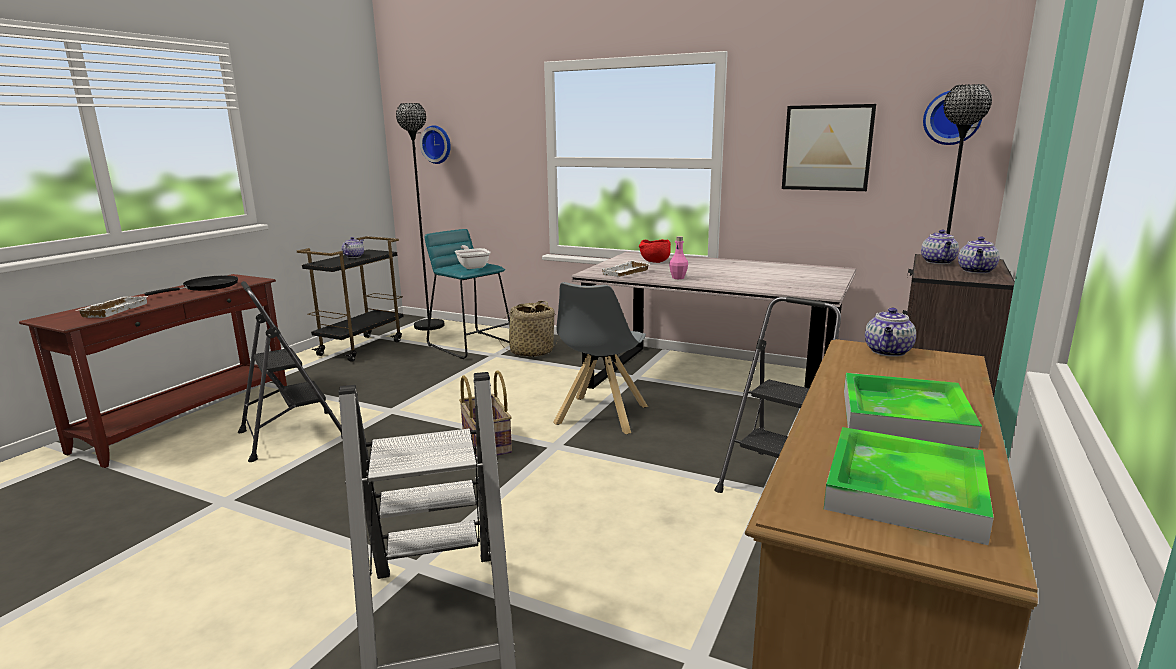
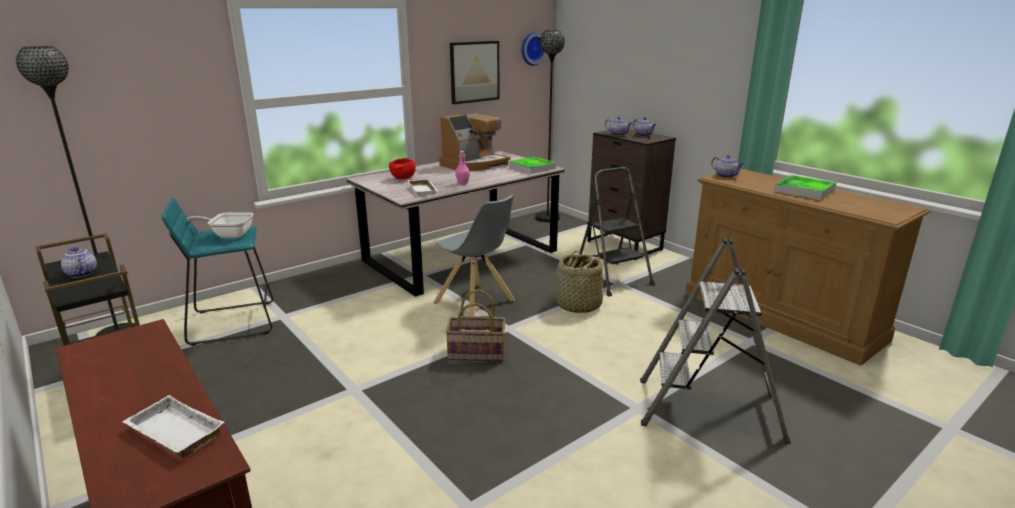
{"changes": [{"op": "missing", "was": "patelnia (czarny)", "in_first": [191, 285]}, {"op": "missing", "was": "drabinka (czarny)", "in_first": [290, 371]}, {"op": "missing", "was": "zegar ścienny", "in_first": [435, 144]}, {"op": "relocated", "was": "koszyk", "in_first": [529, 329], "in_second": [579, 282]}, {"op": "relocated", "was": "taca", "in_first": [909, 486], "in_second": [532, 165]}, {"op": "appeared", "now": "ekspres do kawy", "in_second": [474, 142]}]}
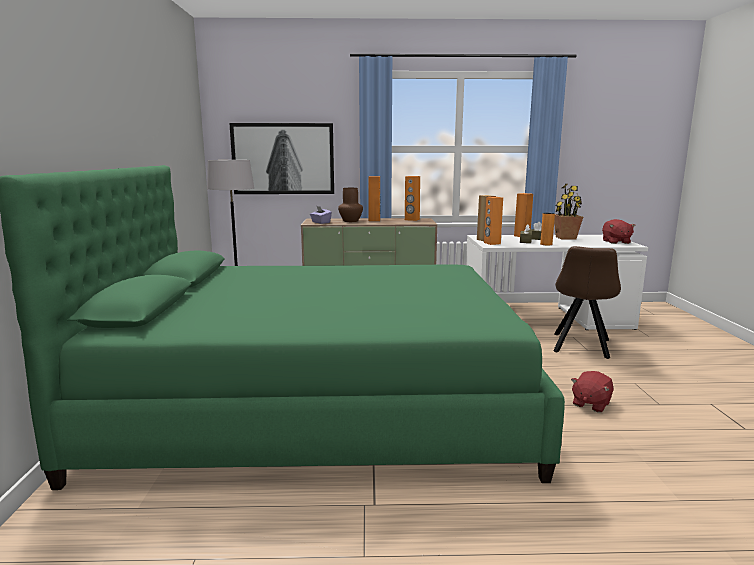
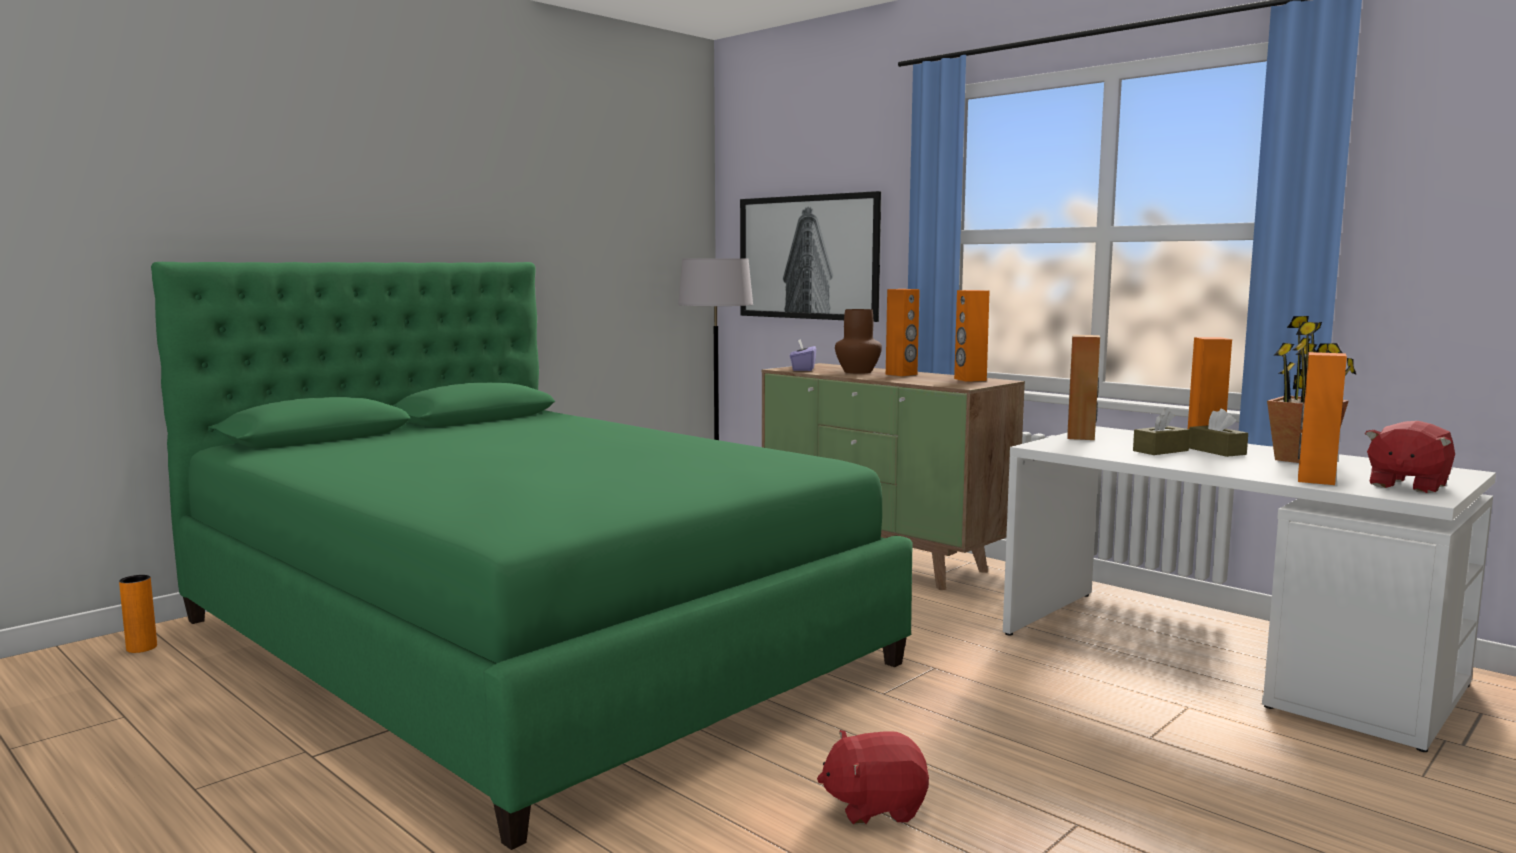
{"changes": [{"op": "relocated", "was": "głośnik (pomarańczowy)", "in_first": [493, 221], "in_second": [1322, 418]}, {"op": "relocated", "was": "wazon (pomarańczowy)", "in_first": [547, 229], "in_second": [138, 614]}, {"op": "missing", "was": "krzesło (brązowy)", "in_first": [587, 302]}]}
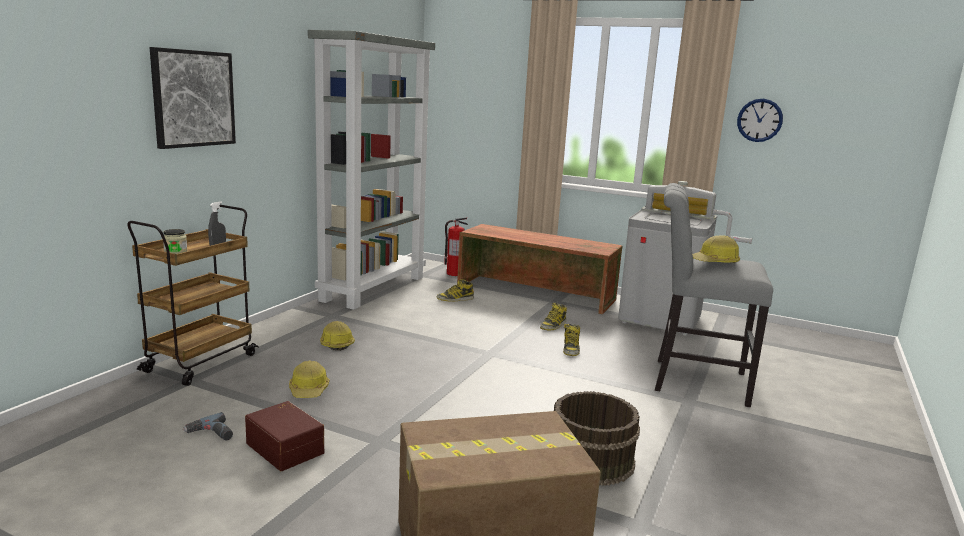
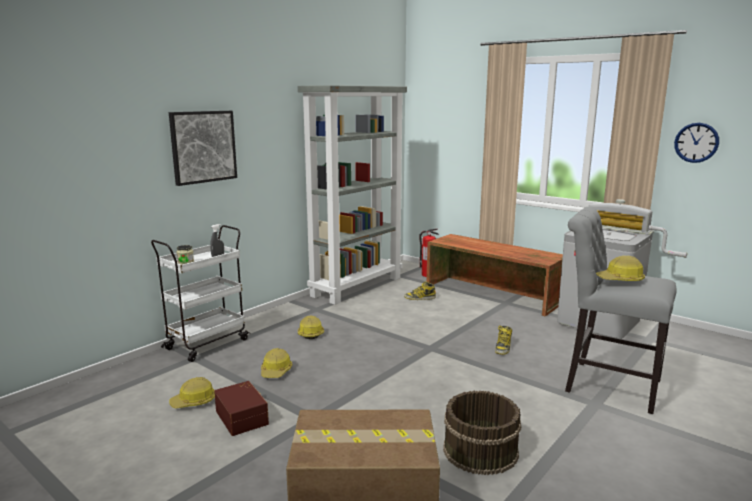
{"changes": [{"op": "colour", "was": "wózek (brązowy)", "now": "wózek (biały)", "in_first": [193, 295], "in_second": [201, 293]}, {"op": "exchanged", "was": "wiertarka", "now": "kask", "in_first": [208, 426], "in_second": [192, 392]}, {"op": "missing", "was": "but z cholewką", "in_first": [553, 317]}]}
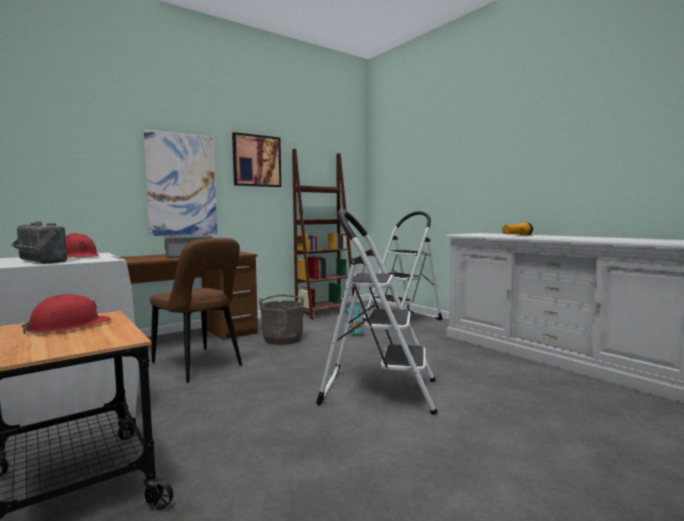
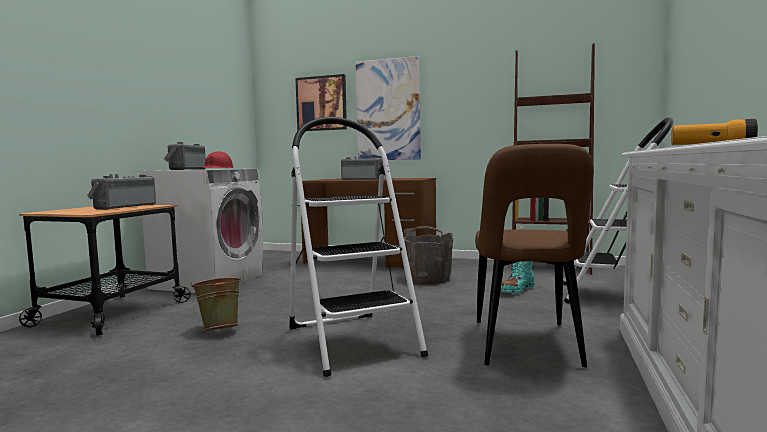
{"changes": [{"op": "exchanged", "was": "kask (czerwony)", "now": "radio", "in_first": [66, 314], "in_second": [121, 192]}, {"op": "relocated", "was": "krzesło (brązowy)", "in_first": [196, 310], "in_second": [534, 256]}, {"op": "relocated", "was": "obraz", "in_first": [256, 159], "in_second": [321, 102]}, {"op": "appeared", "now": "wiadro (zielony)", "in_second": [216, 304]}]}
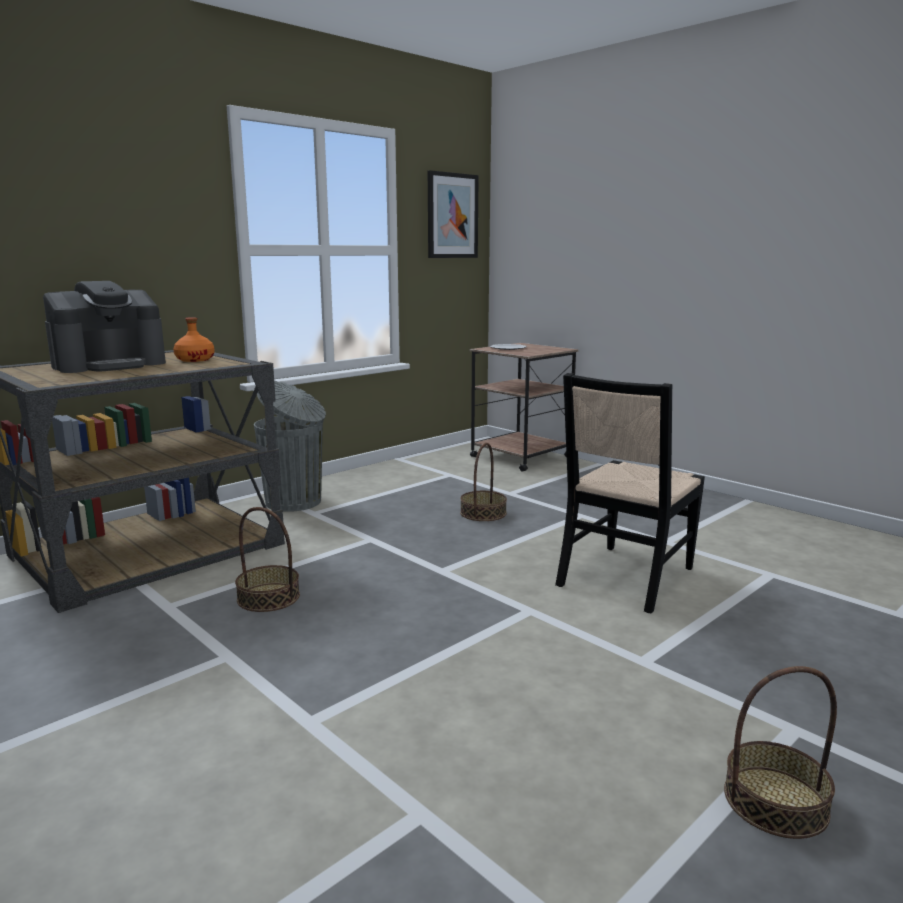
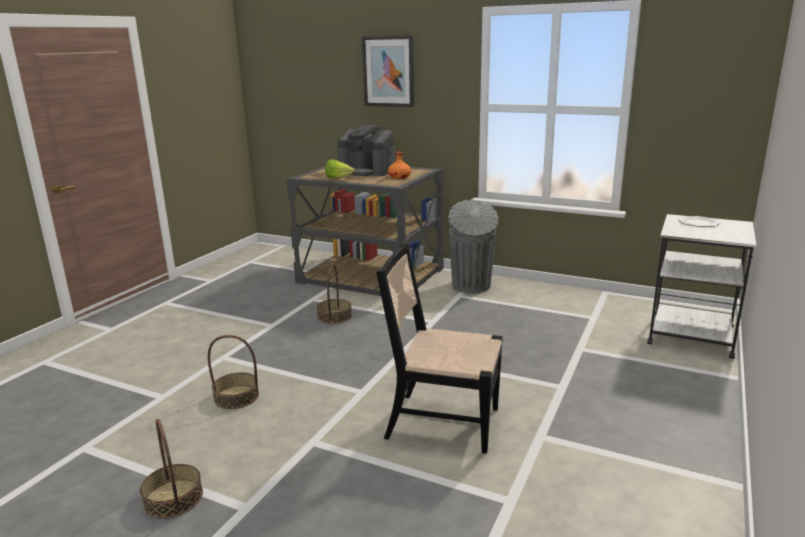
{"changes": [{"op": "relocated", "was": "obraz", "in_first": [453, 214], "in_second": [388, 71]}, {"op": "relocated", "was": "koszyk", "in_first": [483, 482], "in_second": [233, 372]}, {"op": "colour", "was": "wózek (brązowy)", "now": "wózek (biały)", "in_first": [524, 407], "in_second": [701, 286]}, {"op": "appeared", "now": "sałata", "in_second": [340, 168]}]}
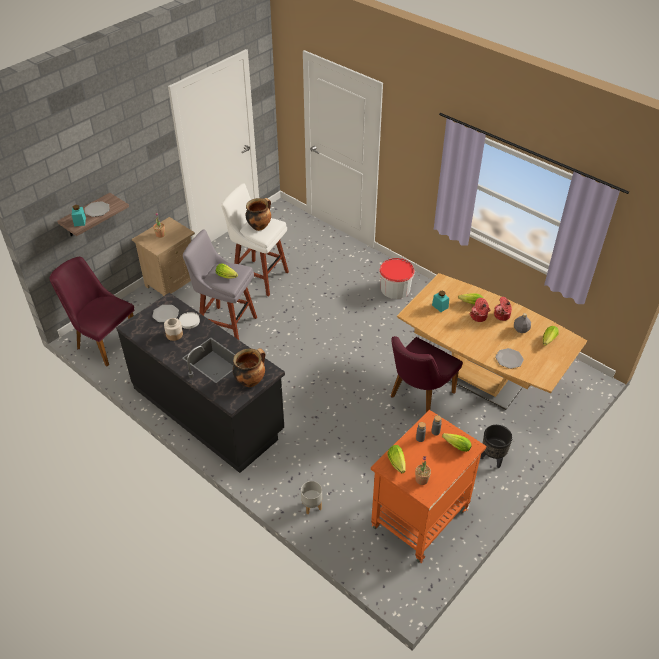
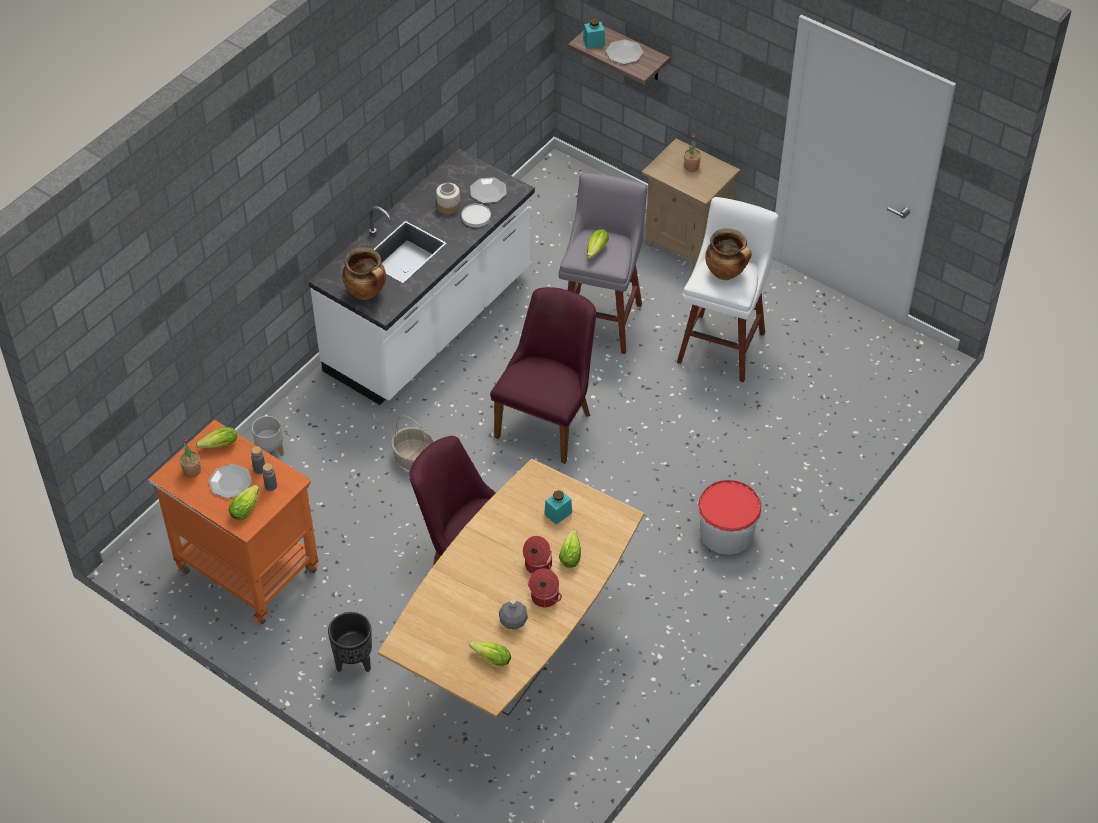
{"changes": [{"op": "relocated", "was": "krzesło (fioletowy)", "in_first": [92, 312], "in_second": [543, 375]}, {"op": "colour", "was": "zabudowa kuchenna (czarny)", "now": "zabudowa kuchenna (biały)", "in_first": [200, 383], "in_second": [421, 277]}, {"op": "relocated", "was": "talerz", "in_first": [510, 358], "in_second": [230, 481]}, {"op": "appeared", "now": "koszyk", "in_second": [413, 442]}]}
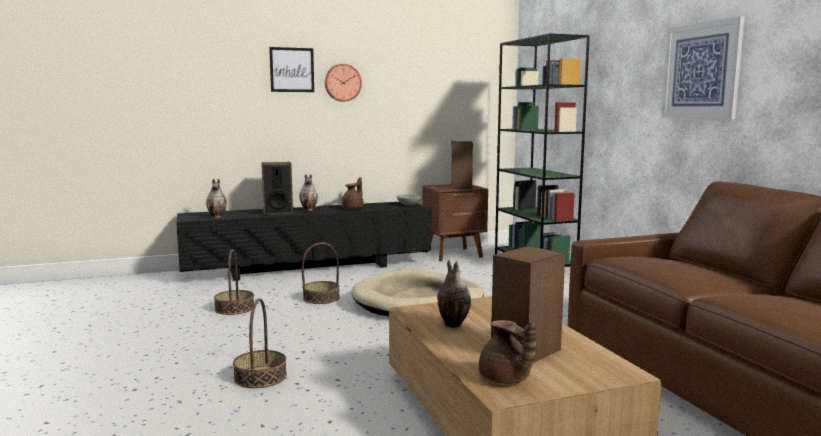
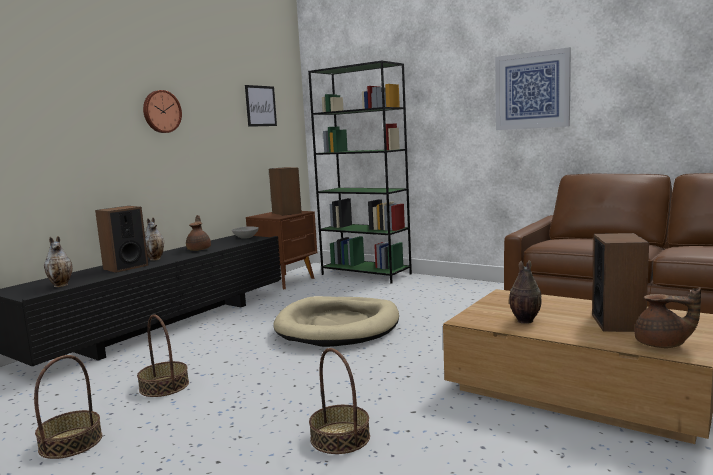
{"changes": [{"op": "relocated", "was": "obraz", "in_first": [291, 69], "in_second": [261, 106]}, {"op": "relocated", "was": "koszyk", "in_first": [321, 273], "in_second": [68, 407]}]}
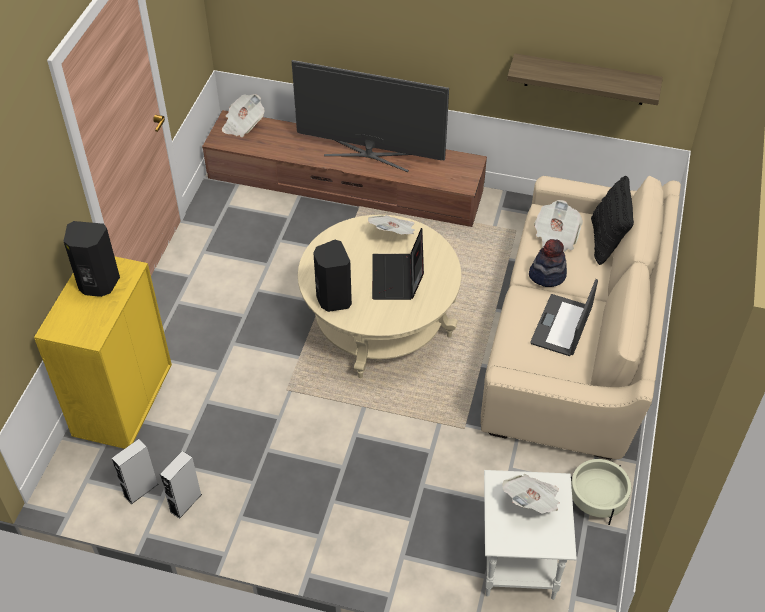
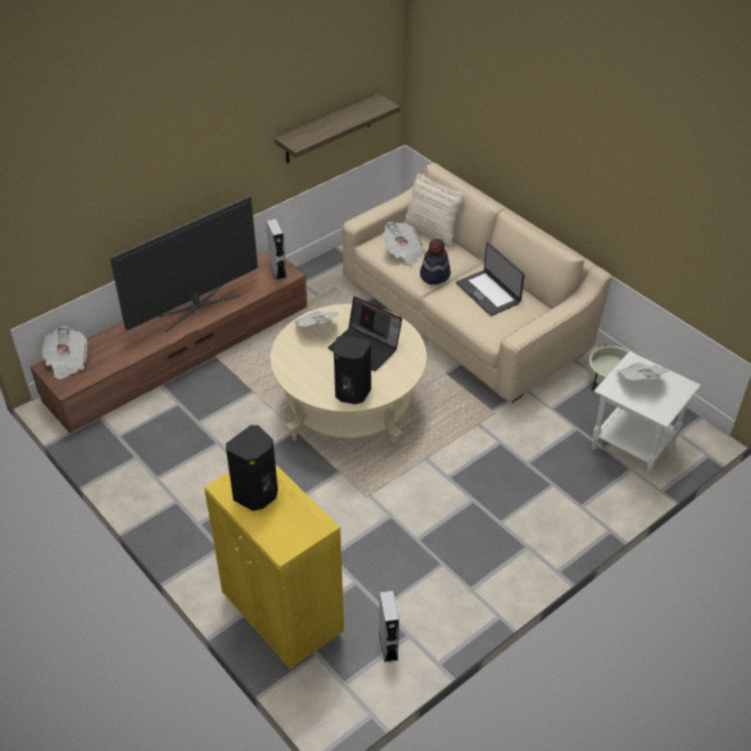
{"changes": [{"op": "relocated", "was": "głośnik (szary)", "in_first": [181, 485], "in_second": [276, 249]}, {"op": "colour", "was": "poduszka (czarny)", "now": "poduszka (beżowy)", "in_first": [612, 220], "in_second": [435, 210]}]}
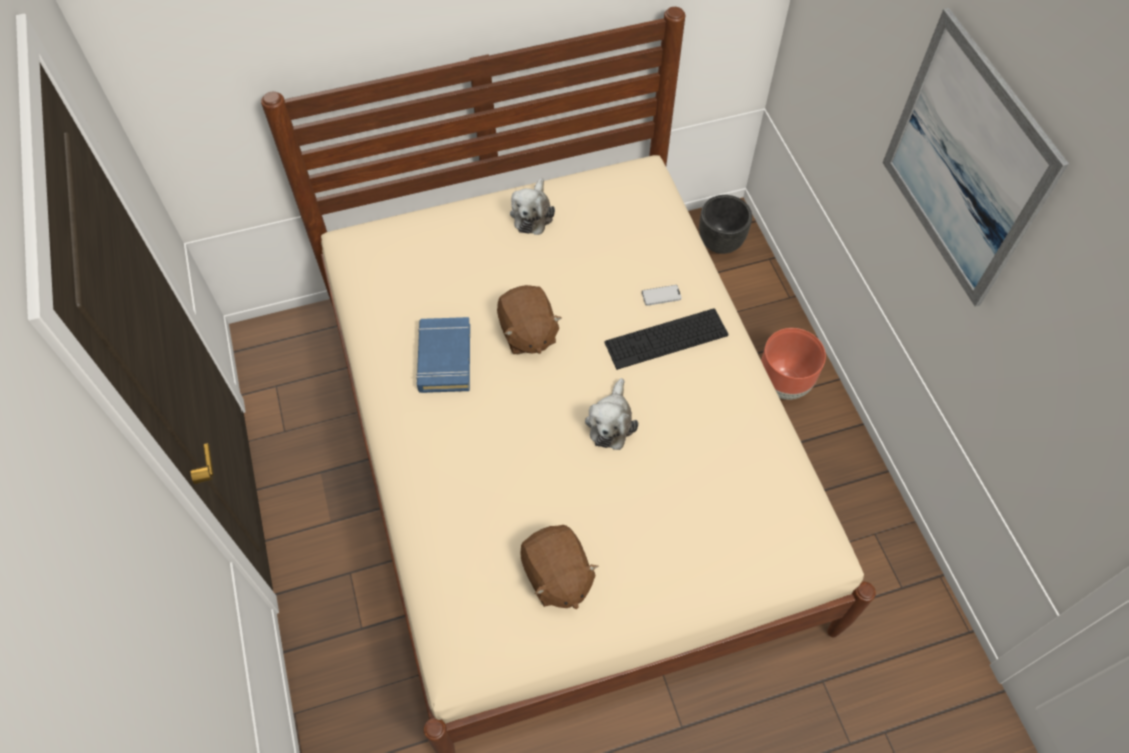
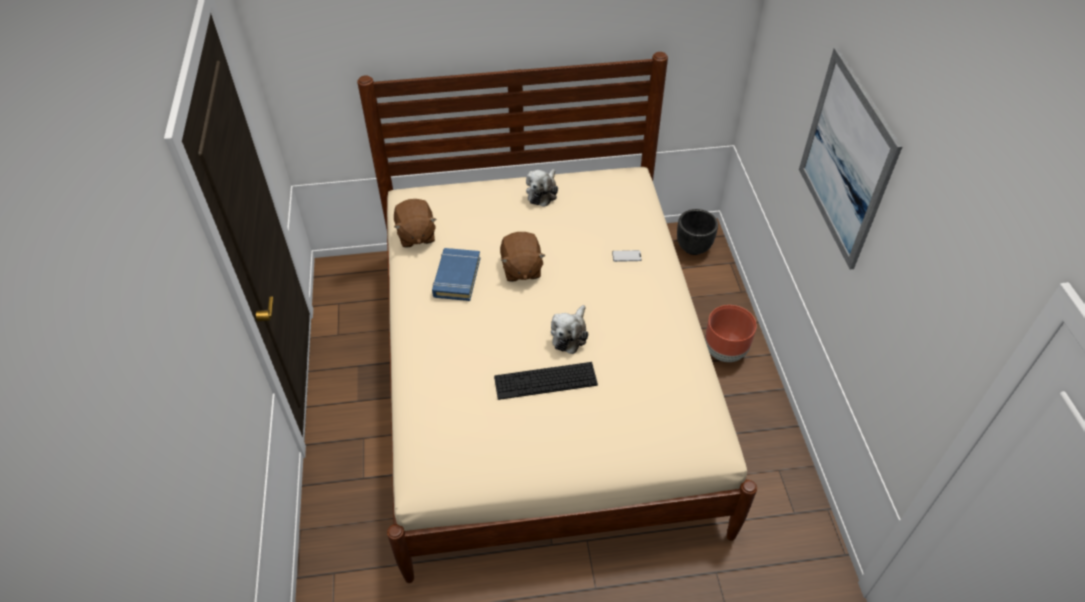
{"changes": [{"op": "relocated", "was": "pluszak (brązowy)", "in_first": [559, 567], "in_second": [415, 223]}, {"op": "relocated", "was": "klawiatura", "in_first": [666, 339], "in_second": [546, 381]}]}
